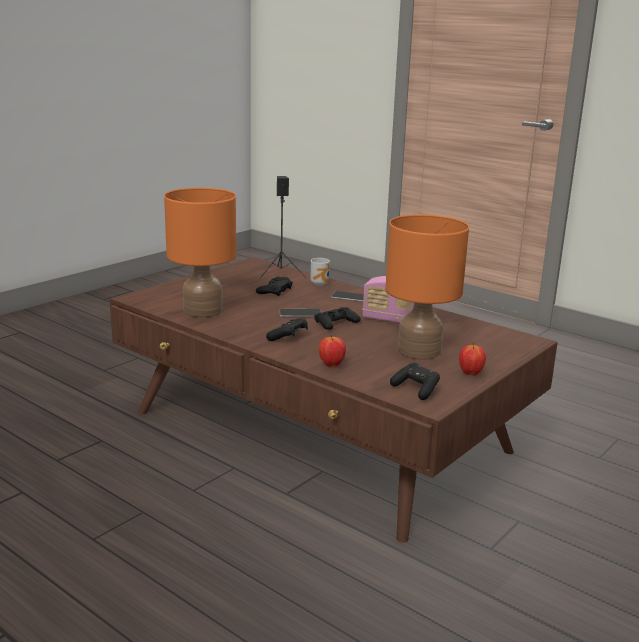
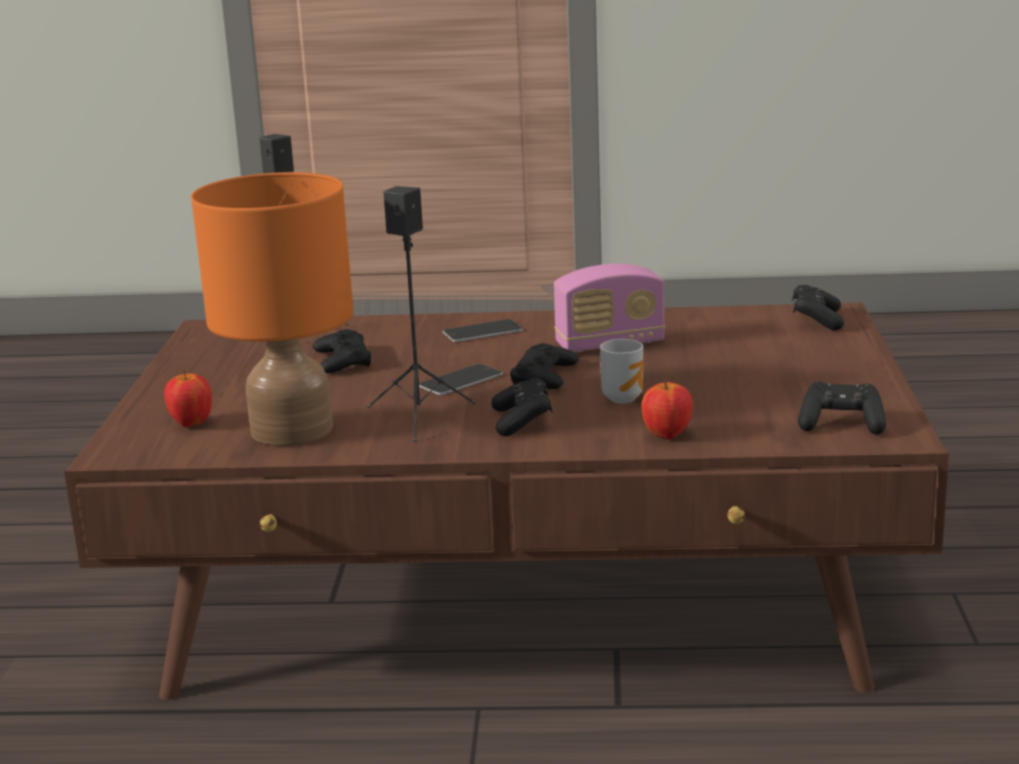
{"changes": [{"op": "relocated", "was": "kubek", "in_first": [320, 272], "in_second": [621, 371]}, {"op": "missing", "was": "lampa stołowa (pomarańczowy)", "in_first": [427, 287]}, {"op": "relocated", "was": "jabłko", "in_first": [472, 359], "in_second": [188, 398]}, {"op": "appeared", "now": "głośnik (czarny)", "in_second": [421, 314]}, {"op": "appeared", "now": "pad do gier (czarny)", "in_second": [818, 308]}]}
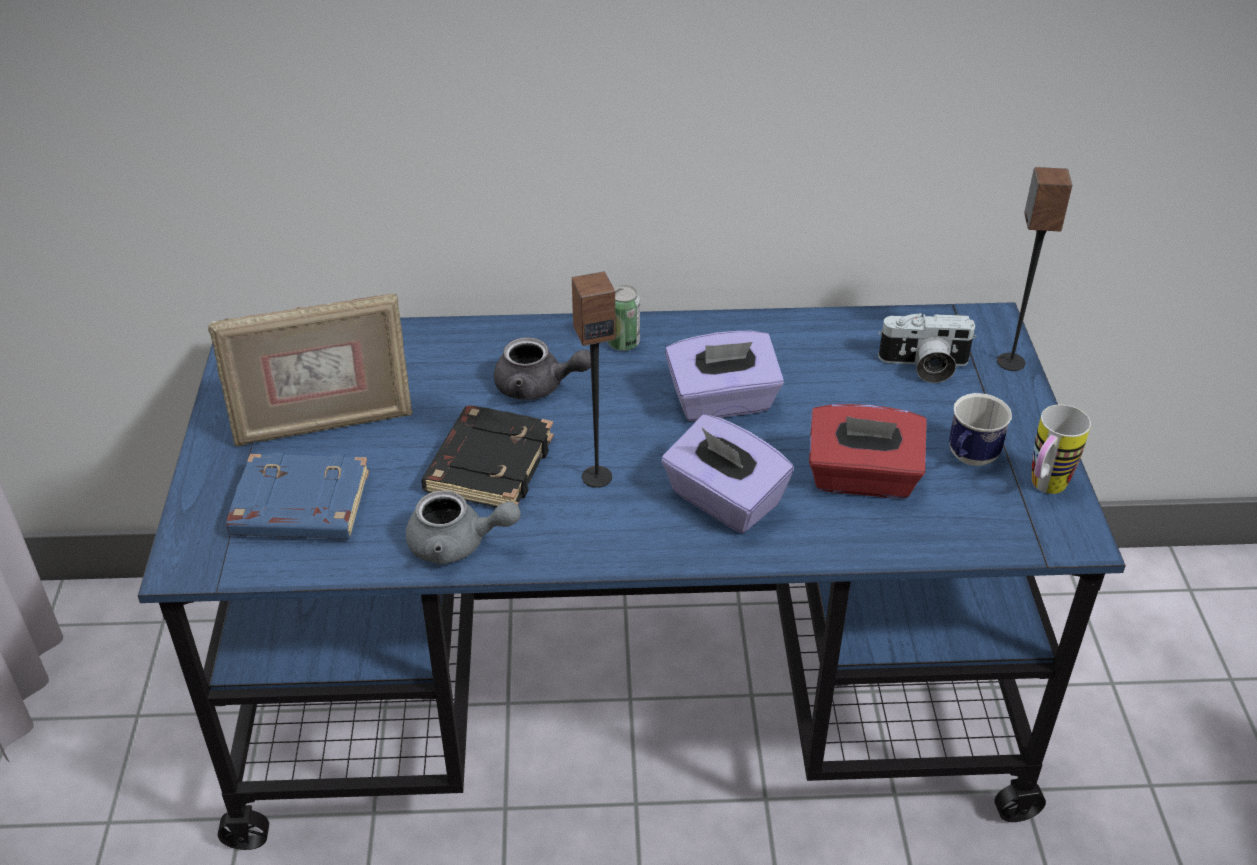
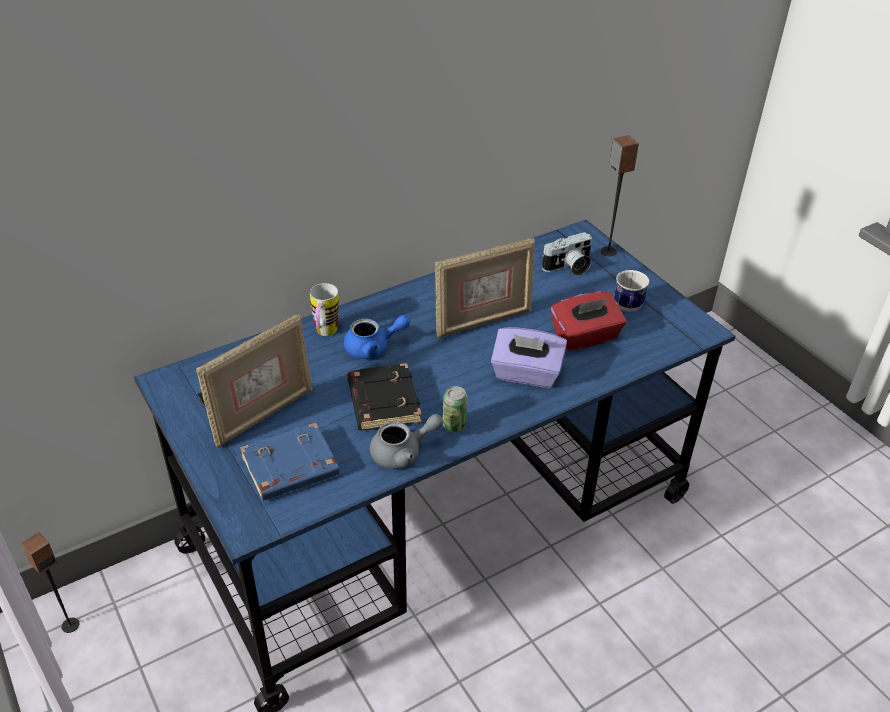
{"changes": [{"op": "colour", "was": "imbryk (szary)", "now": "imbryk (niebieski)", "in_first": [542, 368], "in_second": [377, 337]}, {"op": "relocated", "was": "głośnik", "in_first": [594, 379], "in_second": [50, 582]}, {"op": "relocated", "was": "puszka", "in_first": [623, 318], "in_second": [455, 409]}, {"op": "exchanged", "was": "pudełko chusteczek (fioletowy)", "now": "ramka na zdjęcie", "in_first": [724, 376], "in_second": [485, 288]}, {"op": "relocated", "was": "kubek", "in_first": [1061, 449], "in_second": [324, 309]}]}
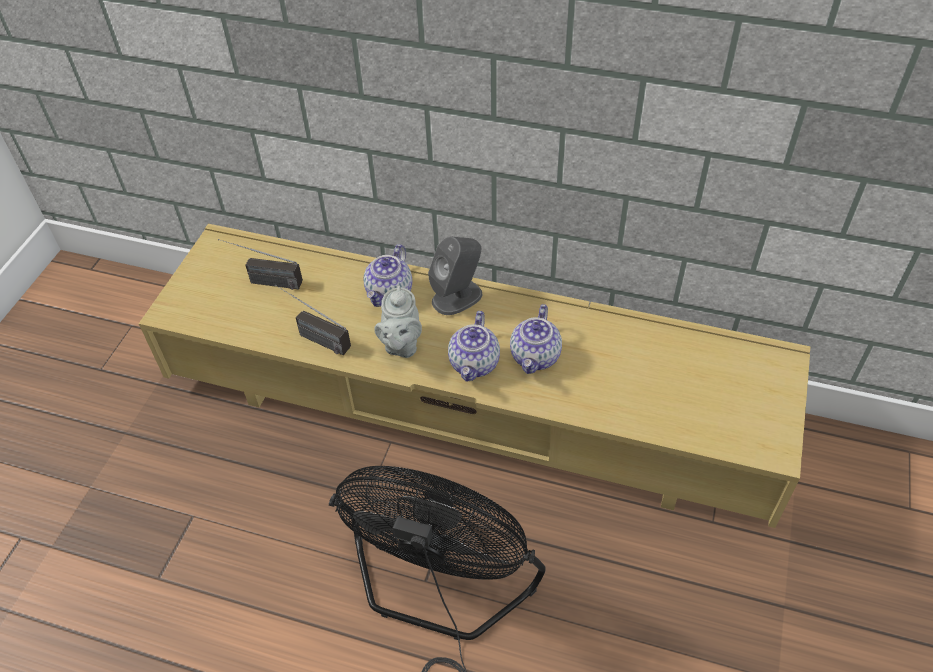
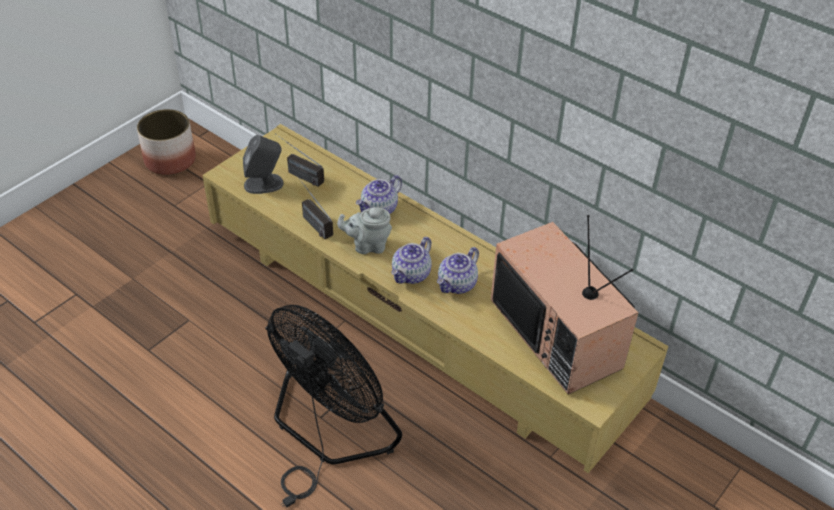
{"changes": [{"op": "spun", "was": "imbryk (szary)", "in_first": [398, 322], "in_second": [364, 230], "clockwise": 60}, {"op": "relocated", "was": "głośnik (szary)", "in_first": [455, 275], "in_second": [263, 164]}, {"op": "appeared", "now": "donica", "in_second": [166, 142]}, {"op": "appeared", "now": "telewizor", "in_second": [564, 305]}]}
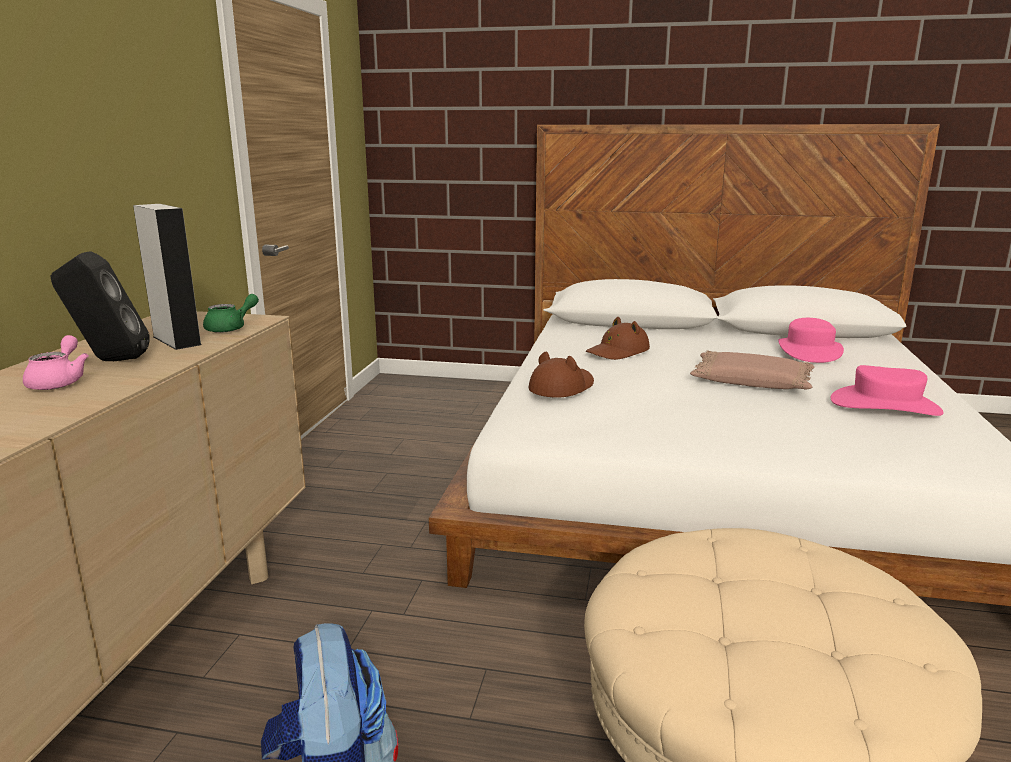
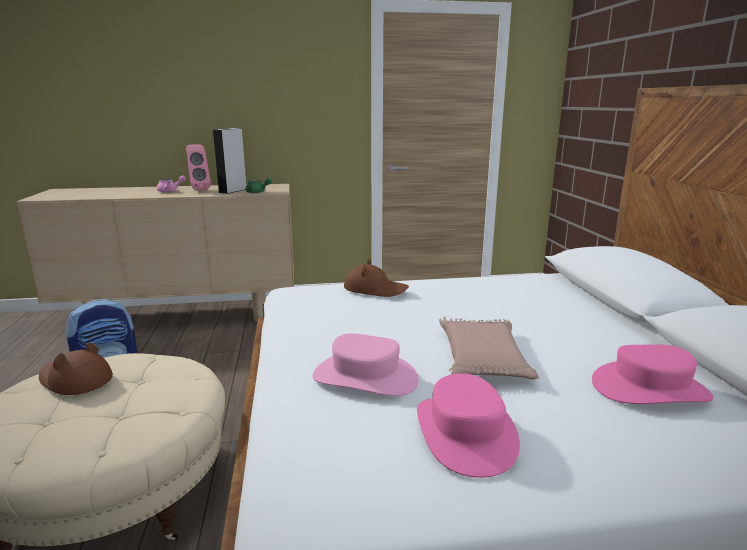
{"changes": [{"op": "colour", "was": "głośnik (czarny)", "now": "głośnik (różowy)", "in_first": [100, 306], "in_second": [198, 167]}, {"op": "relocated", "was": "kapelusz (brązowy)", "in_first": [618, 338], "in_second": [76, 369]}, {"op": "appeared", "now": "kapelusz (różowy)", "in_second": [366, 364]}]}
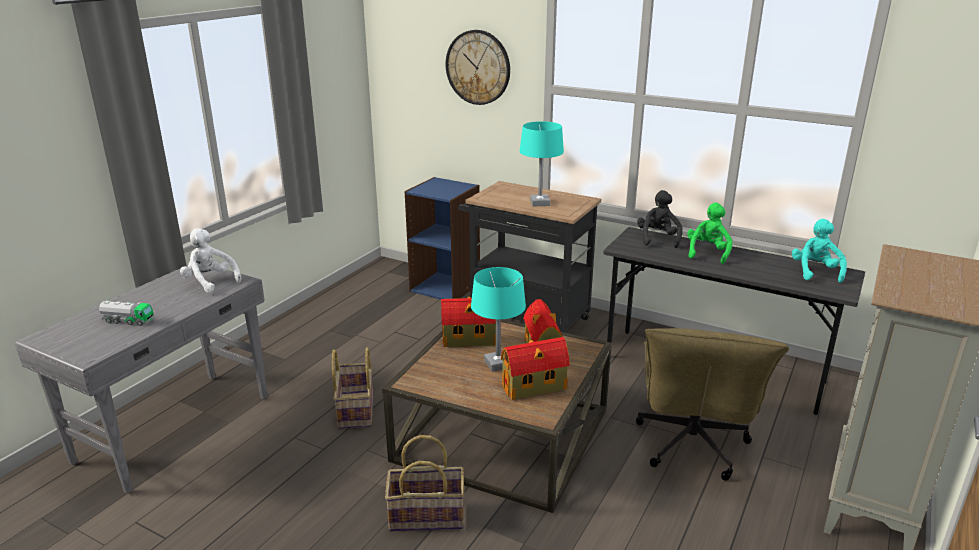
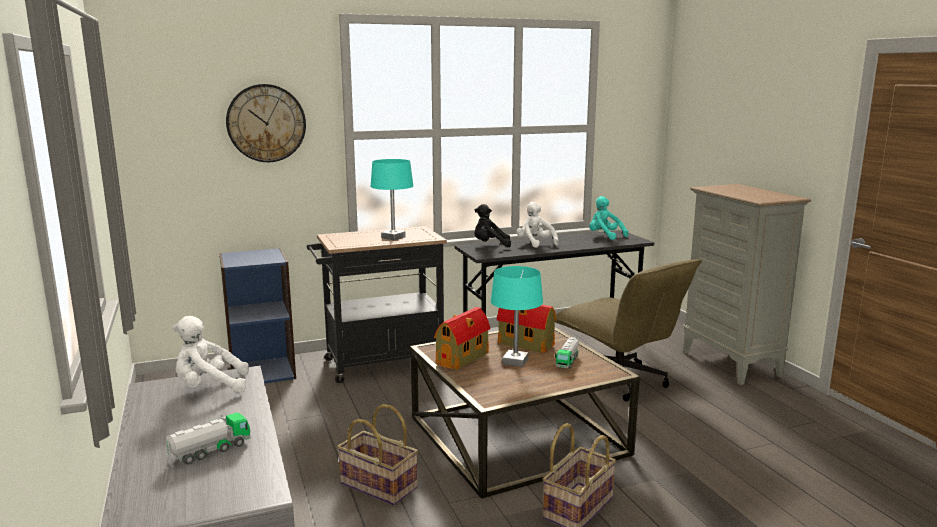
{"changes": [{"op": "exchanged", "was": "domek", "now": "ciężarówka zabawkowa", "in_first": [535, 368], "in_second": [567, 353]}, {"op": "spun", "was": "pluszak (czarny)", "in_first": [660, 219], "in_second": [492, 225], "clockwise": -45}, {"op": "colour", "was": "pluszak (zielony)", "now": "pluszak (biały)", "in_first": [710, 233], "in_second": [537, 225]}]}
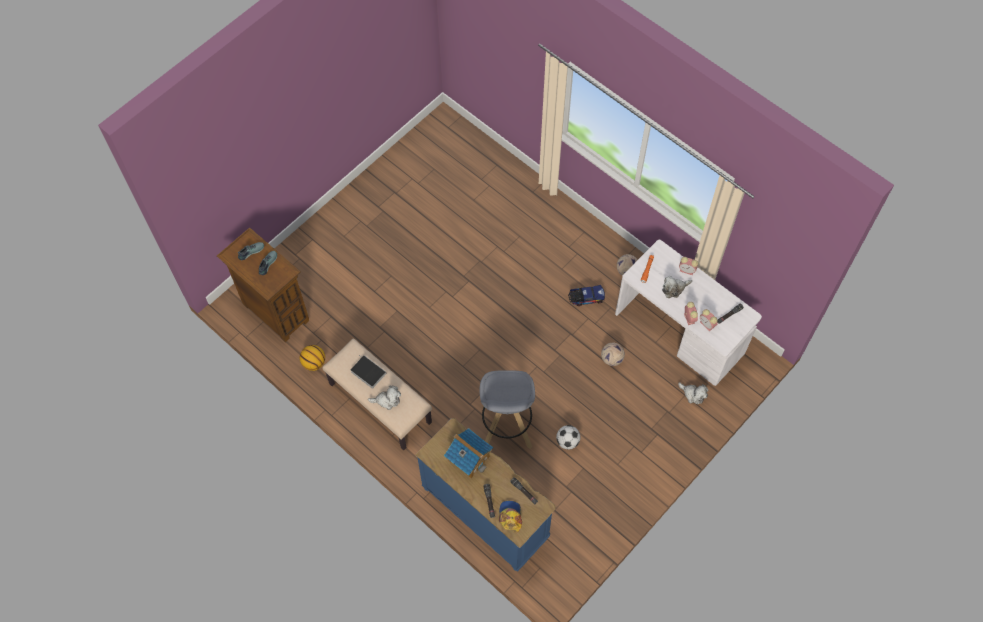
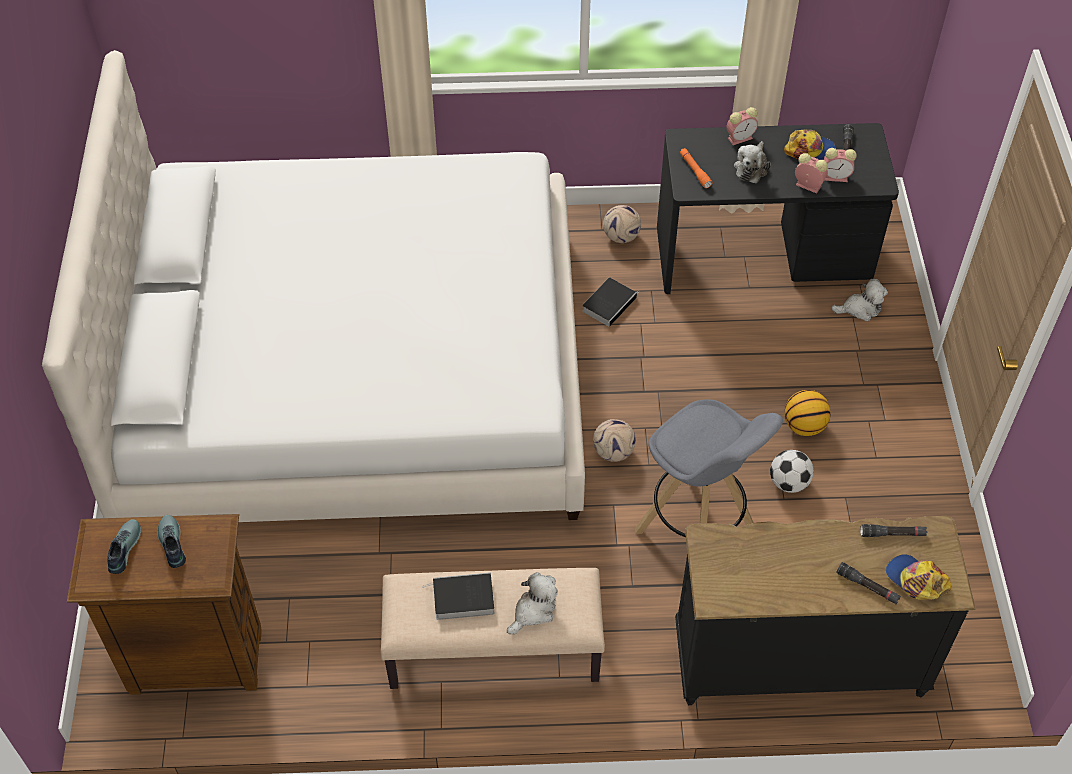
{"changes": [{"op": "relocated", "was": "piłka do koszykówki", "in_first": [312, 358], "in_second": [808, 413]}, {"op": "colour", "was": "komoda (niebieski)", "now": "komoda (czarny)", "in_first": [485, 495], "in_second": [825, 611]}, {"op": "missing", "was": "domek", "in_first": [468, 453]}, {"op": "exchanged", "was": "ciężarówka zabawkowa", "now": "książka", "in_first": [586, 295], "in_second": [611, 302]}, {"op": "relocated", "was": "piłka futbolowa", "in_first": [613, 354], "in_second": [614, 440]}, {"op": "colour", "was": "biurko (biały)", "now": "biurko (czarny)", "in_first": [688, 313], "in_second": [778, 208]}, {"op": "appeared", "now": "łóżko (biały)", "in_second": [313, 286]}, {"op": "appeared", "now": "czapka z daszkiem", "in_second": [810, 145]}]}
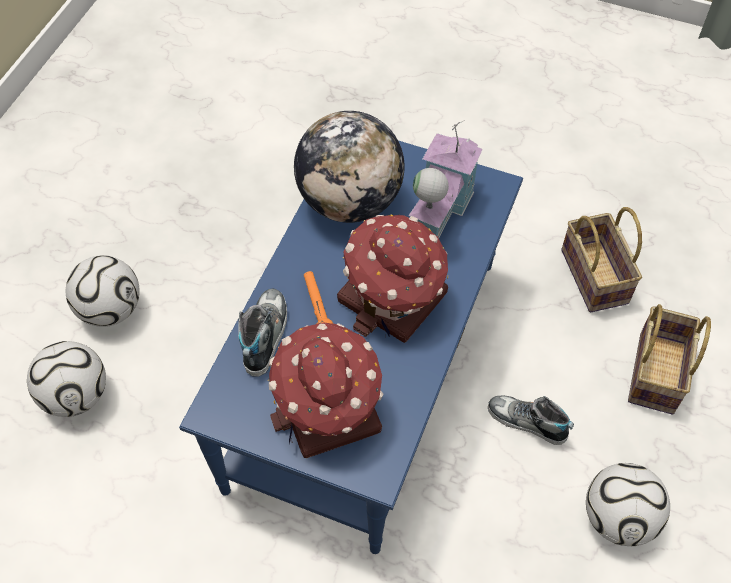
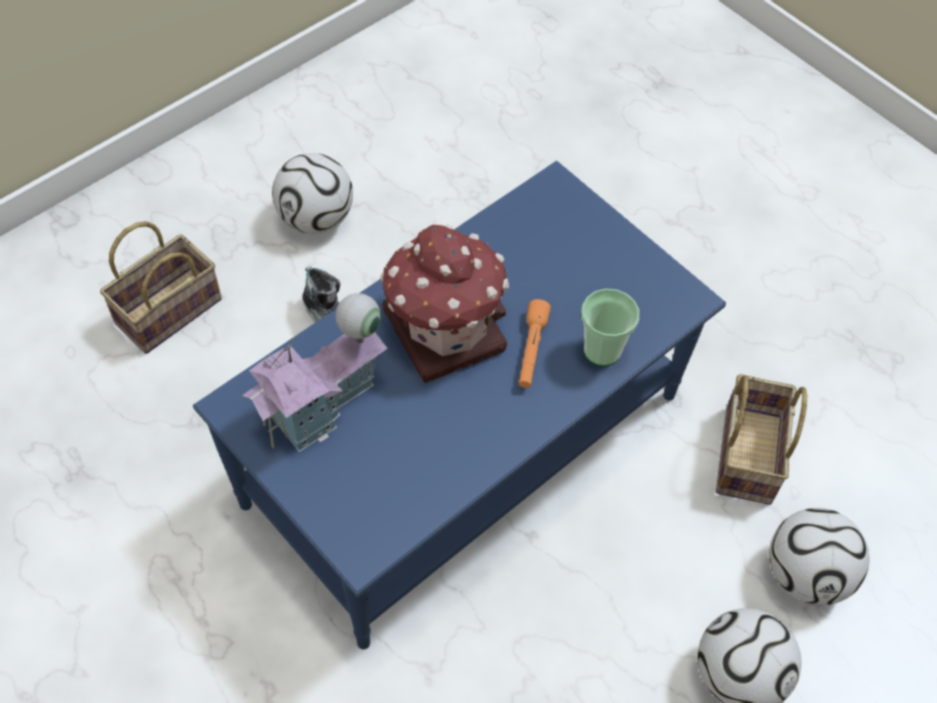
{"changes": [{"op": "exchanged", "was": "but", "now": "filiżanka", "in_first": [262, 333], "in_second": [610, 327]}, {"op": "missing", "was": "domek", "in_first": [326, 390]}, {"op": "missing", "was": "globus", "in_first": [349, 167]}, {"op": "relocated", "was": "koszyk", "in_first": [601, 259], "in_second": [761, 439]}]}
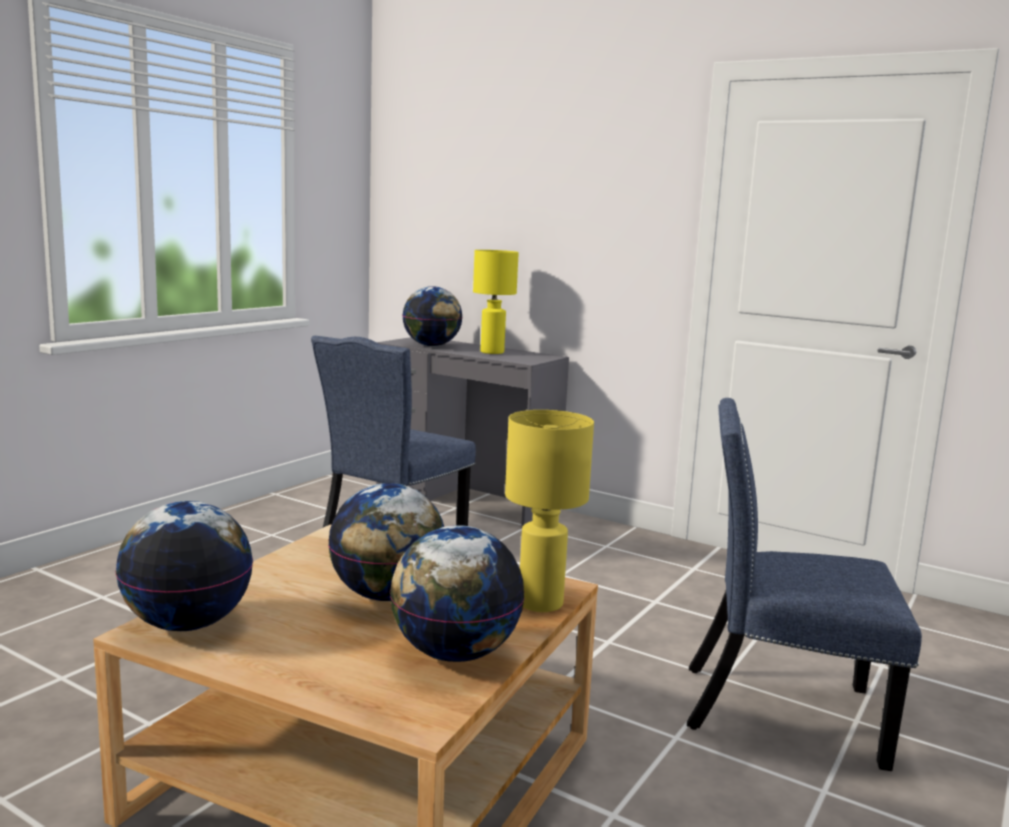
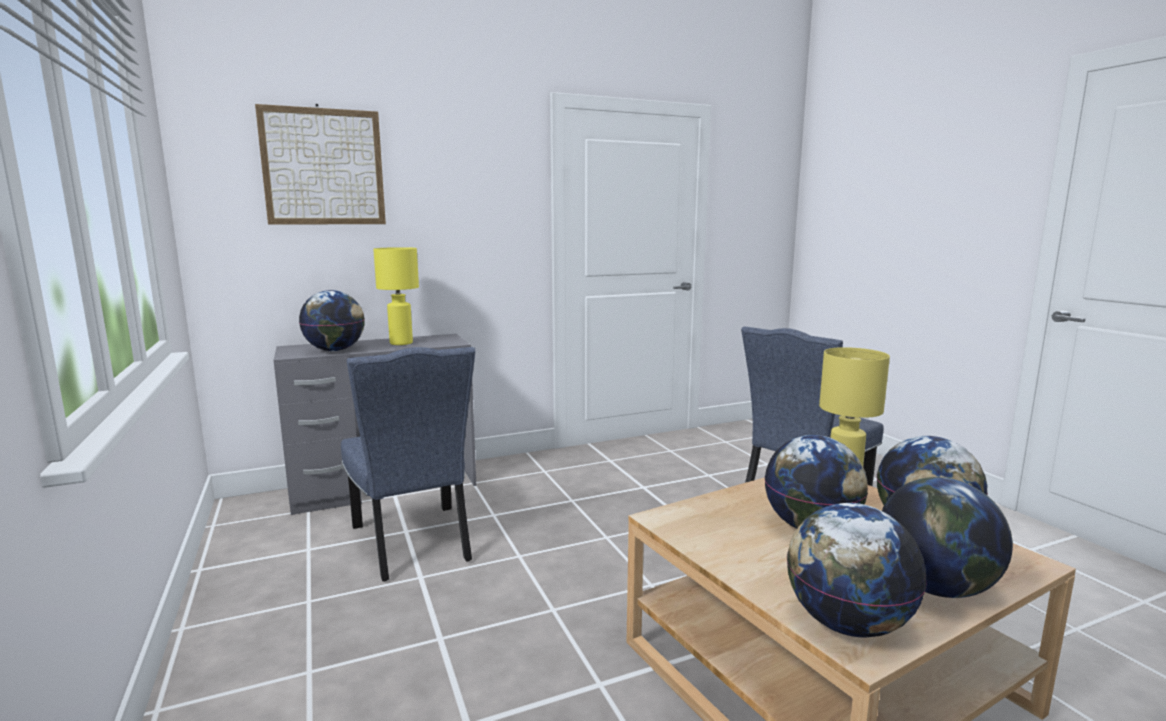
{"changes": [{"op": "appeared", "now": "obraz", "in_second": [320, 164]}, {"op": "appeared", "now": "globus", "in_second": [947, 537]}]}
